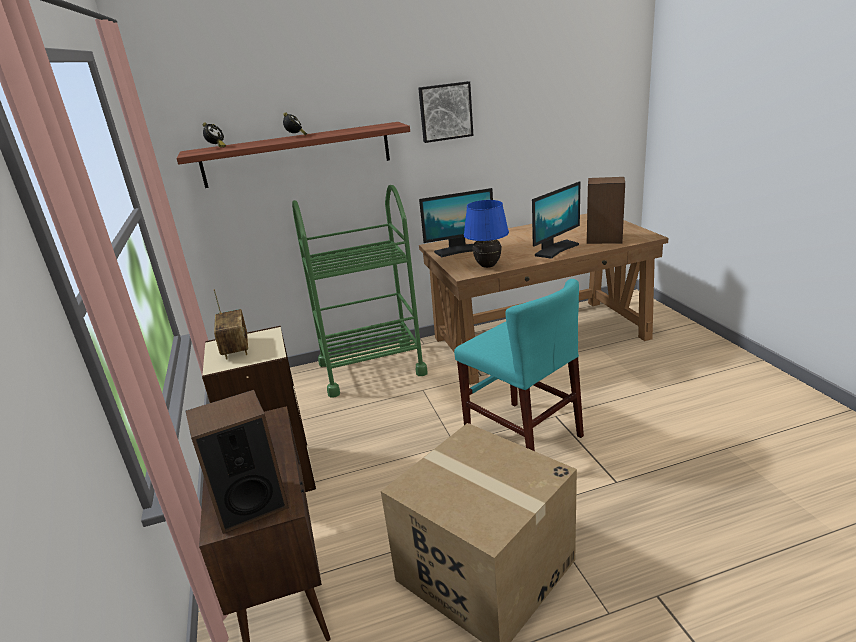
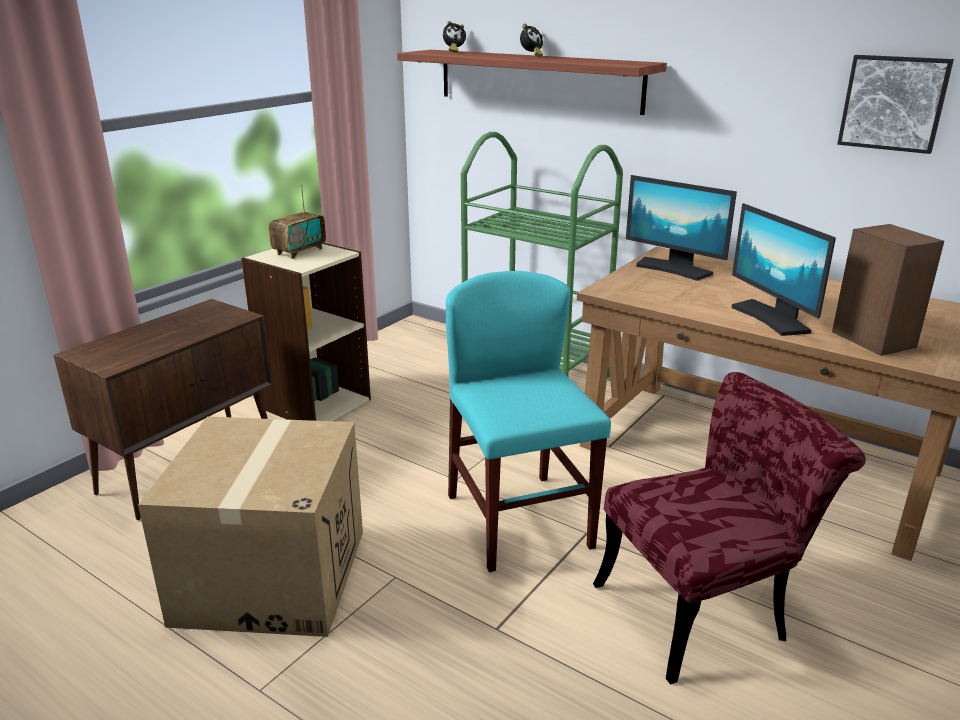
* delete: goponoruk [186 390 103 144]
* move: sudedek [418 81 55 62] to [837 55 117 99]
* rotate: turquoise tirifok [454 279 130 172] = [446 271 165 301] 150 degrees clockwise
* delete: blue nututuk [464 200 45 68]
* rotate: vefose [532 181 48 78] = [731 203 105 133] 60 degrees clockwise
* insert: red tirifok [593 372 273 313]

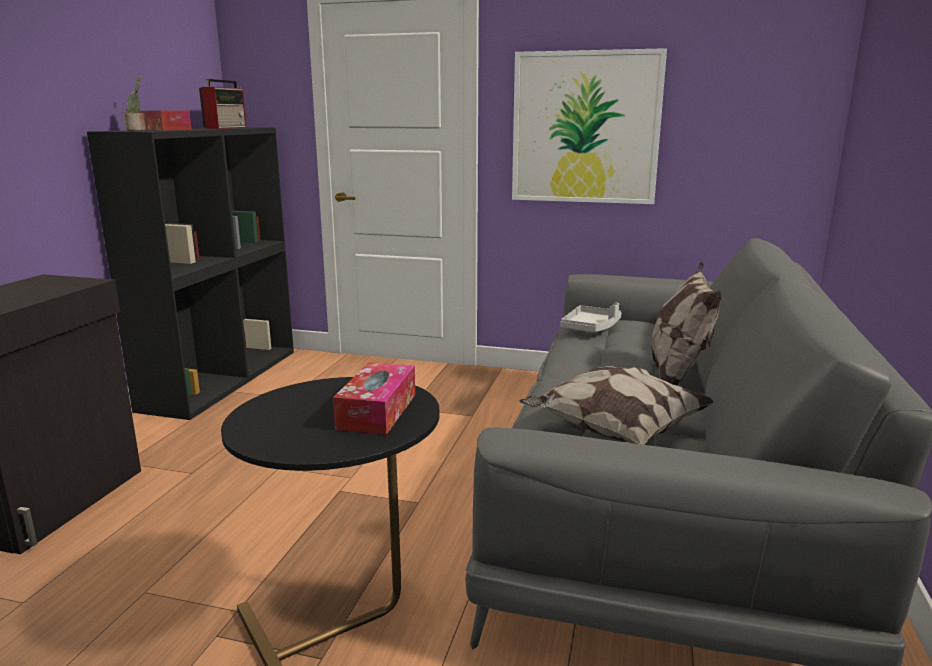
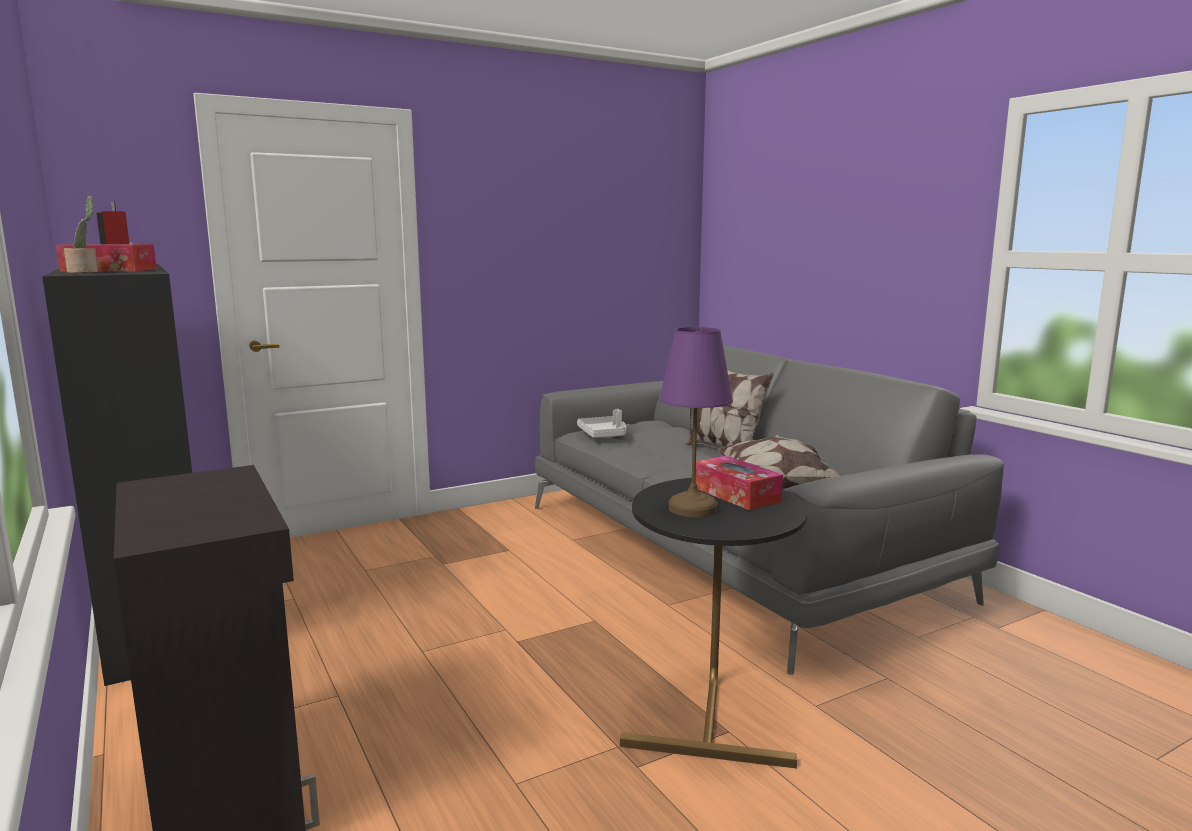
* delete: sudedek [512 48 155 156]
* insert: purple nututuk [659 327 74 190]

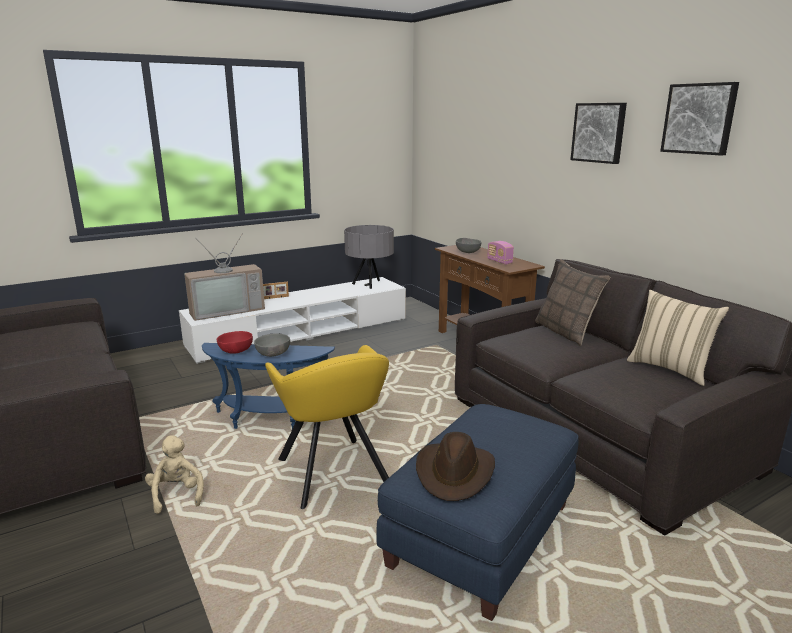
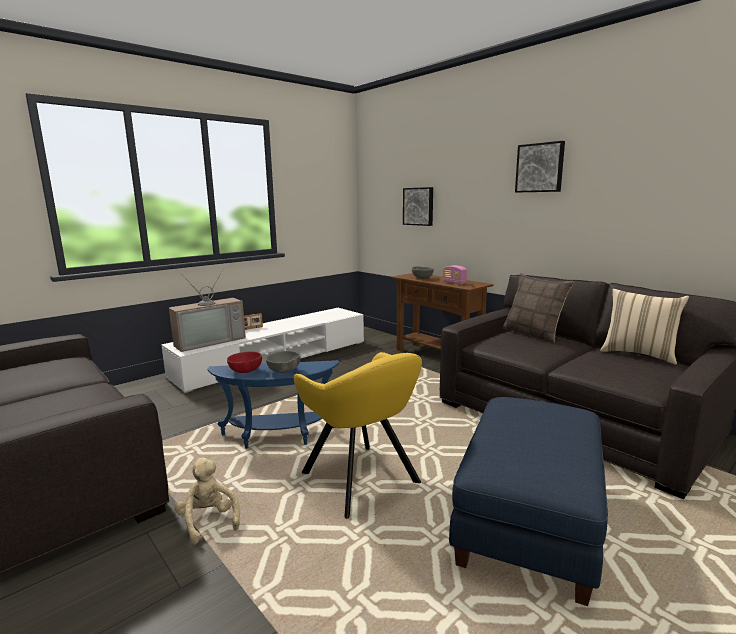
* delete: grey nututuk [344 225 50 64]
* delete: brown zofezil [416 432 79 69]
* move: sudedek [660 82 79 73] to [403 187 30 39]

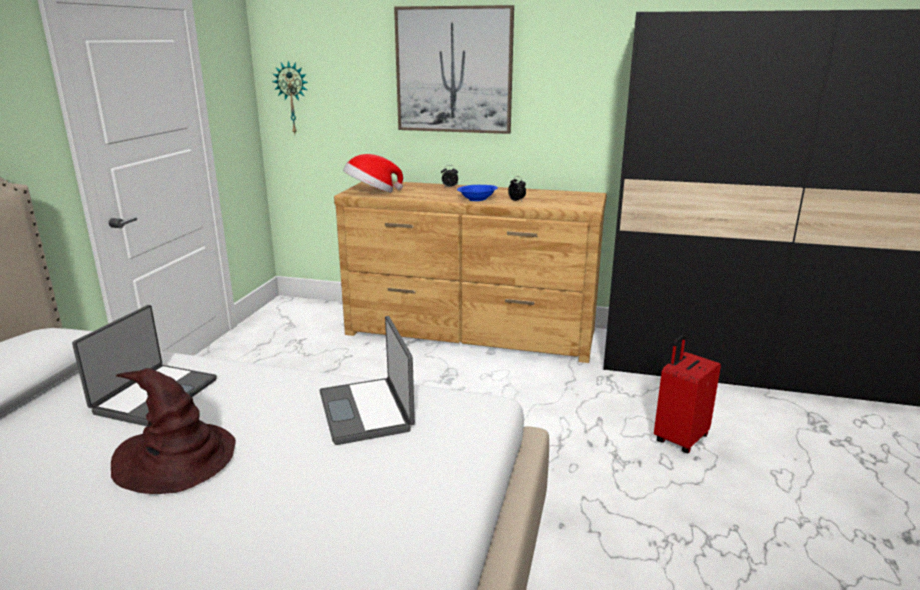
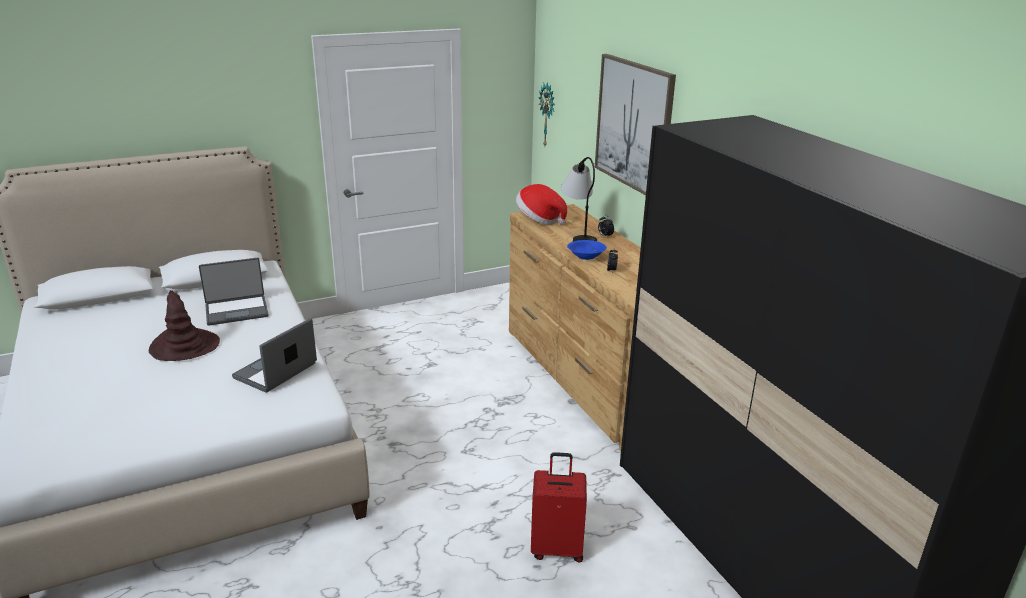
* insert: nututuk [561 157 36 85]

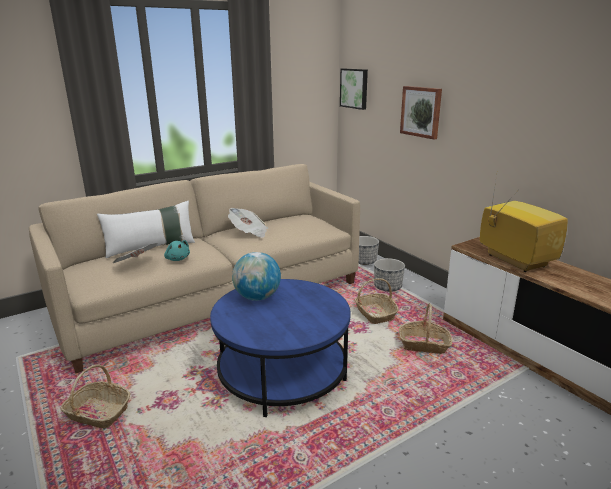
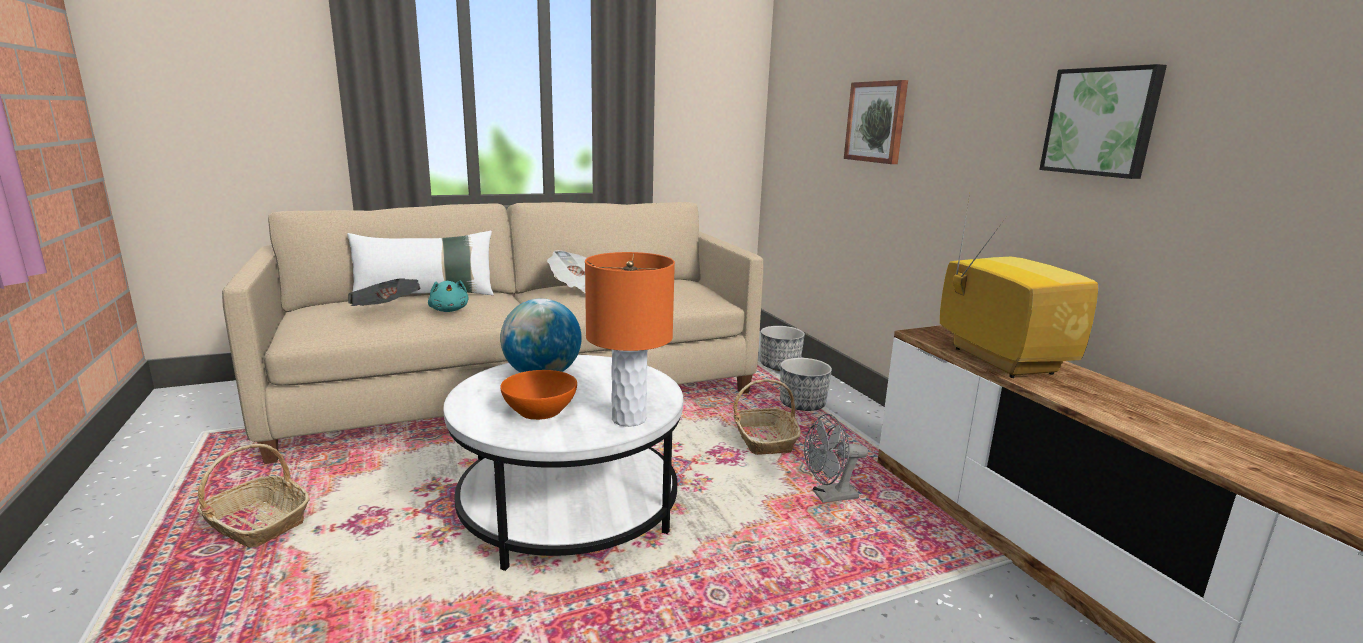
* recolor: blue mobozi [210 279 141 138] to white mobozi [443 355 240 216]
* move: sudedek [340 69 28 41] to [1039 64 128 115]
* replace: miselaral [399 304 53 50] to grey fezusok [804 414 64 89]
* insert: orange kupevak [500 370 77 50]
* insert: orange nututuk [585 252 90 175]

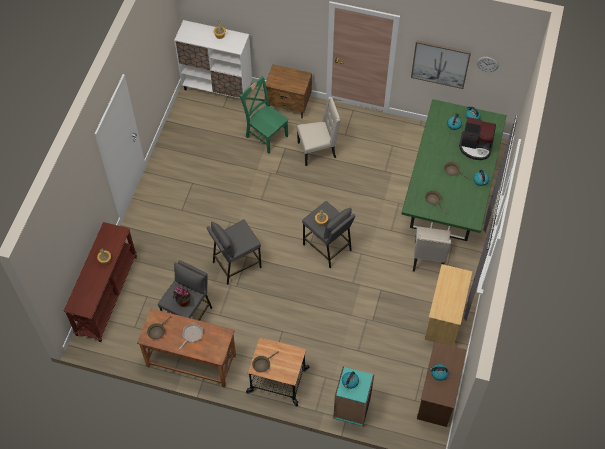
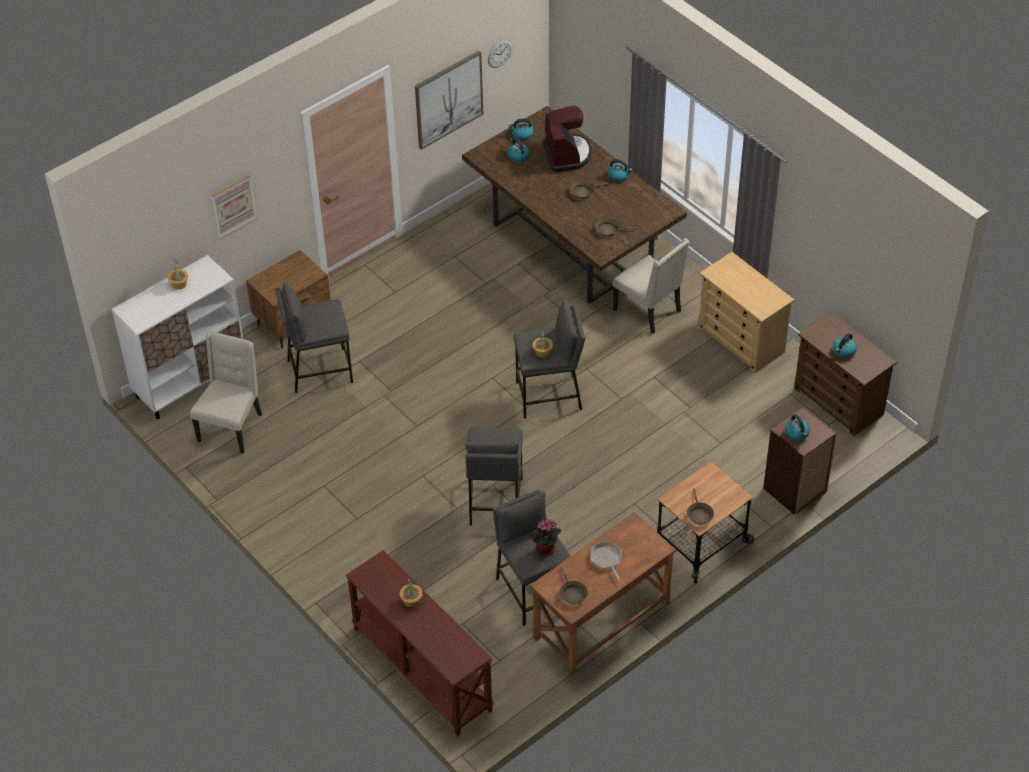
* replace: green tirifok [239 76 50 78] to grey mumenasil [275 282 78 111]
* move: beige tirifok [297 97 43 69] to [190 331 72 123]
* recolor: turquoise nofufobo [333 367 41 59] to brown nofufobo [763 407 74 108]
* recolor: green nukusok [401 99 106 142] to brown nukusok [462 106 225 198]
* rotate: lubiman [459 117 37 43] = [543 105 48 67] 60 degrees counterclockwise
* insert: sudedek [211 174 46 65]

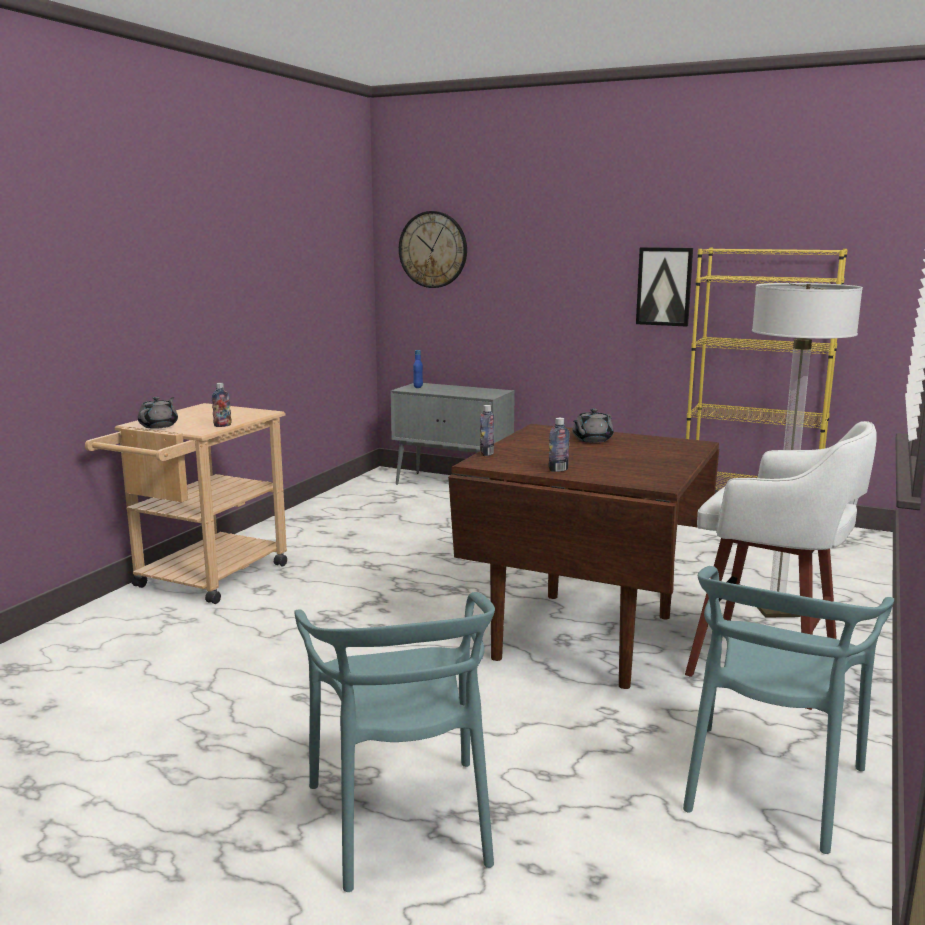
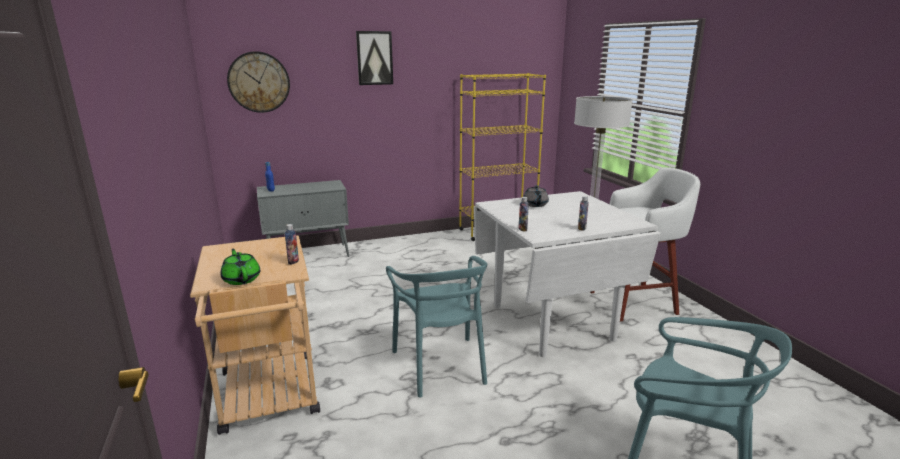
* recolor: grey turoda [138 397 40 32] to green turoda [220 249 40 36]
* recolor: brown nukusok [448 424 271 265] to white nukusok [474 191 187 166]
* move: sudedek [636 247 57 80] to [356 31 37 54]
* move: turquoise tirifok [683 566 211 288] to [386 256 101 141]

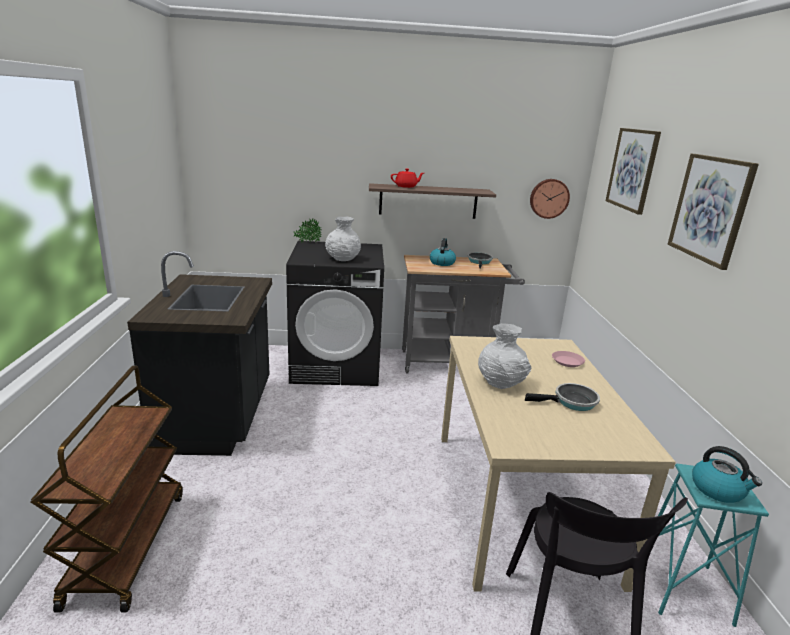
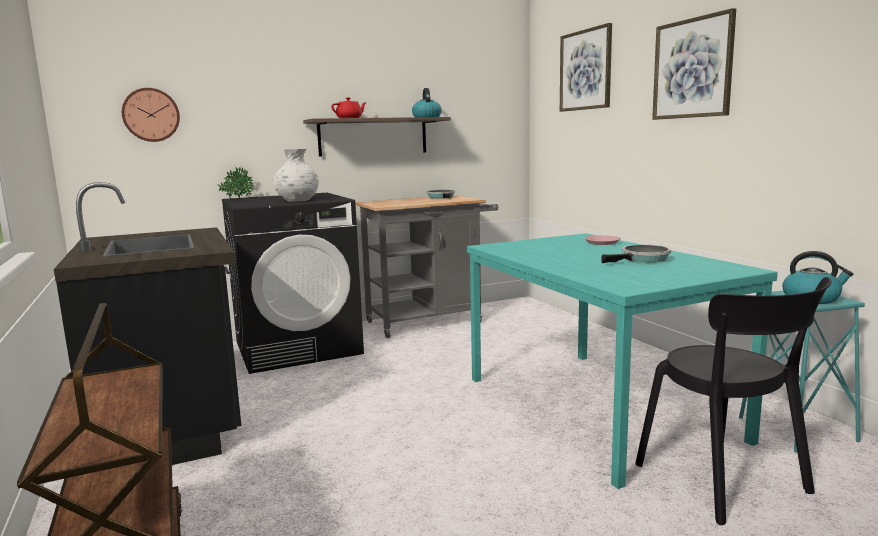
* move: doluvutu [430 238 26 28] to [412 88 30 29]
* recolor: beige nukusok [441 336 235 256] to turquoise nukusok [467 233 311 256]
* delete: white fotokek [478 323 53 66]
* move: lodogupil [530 179 40 40] to [122 88 58 54]

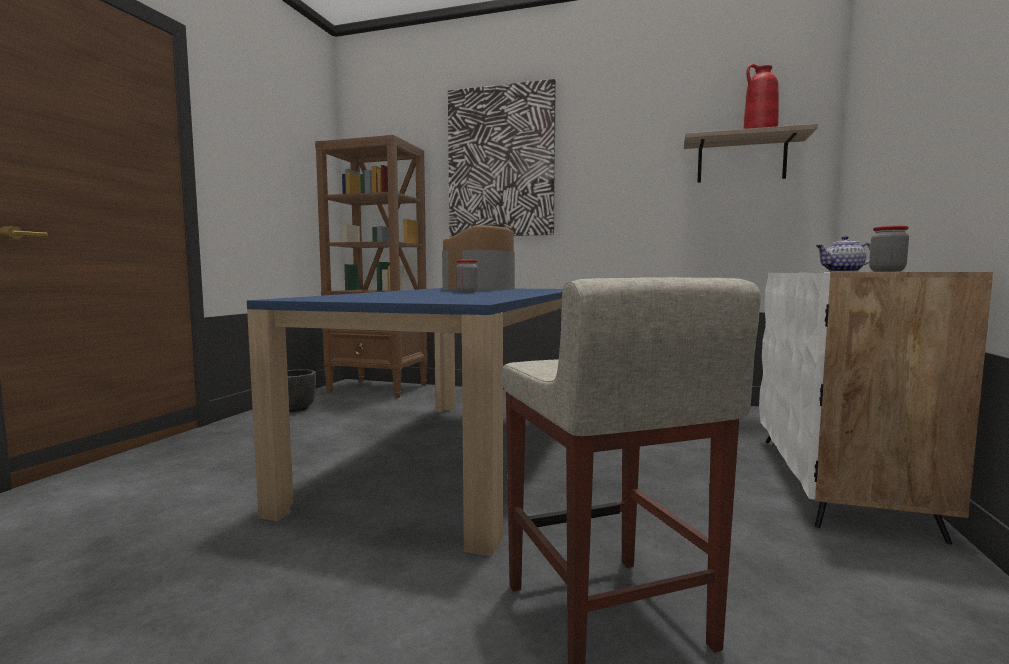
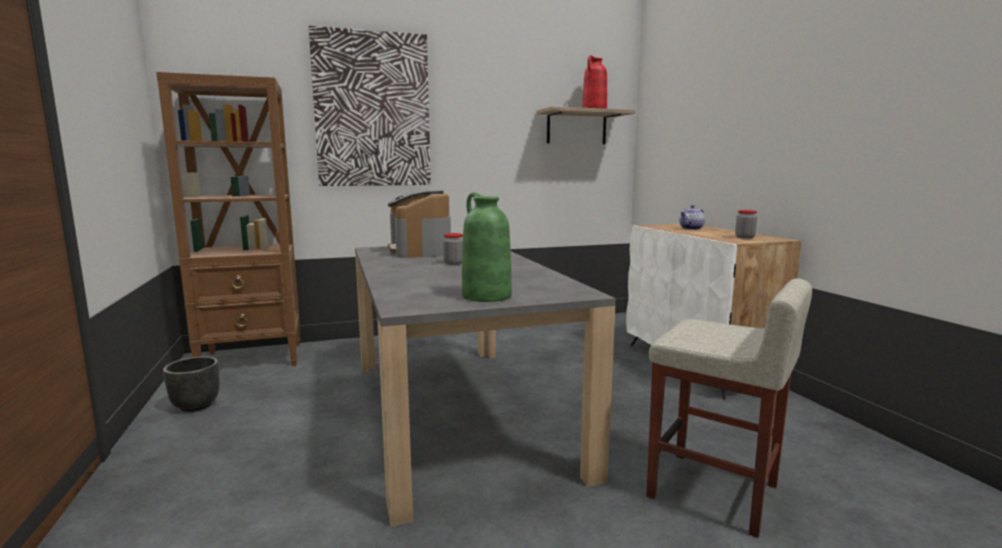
* recolor: blue nukusok [247 288 316 268] to grey nukusok [355 246 261 281]
* insert: green fotokek [462 192 50 110]

